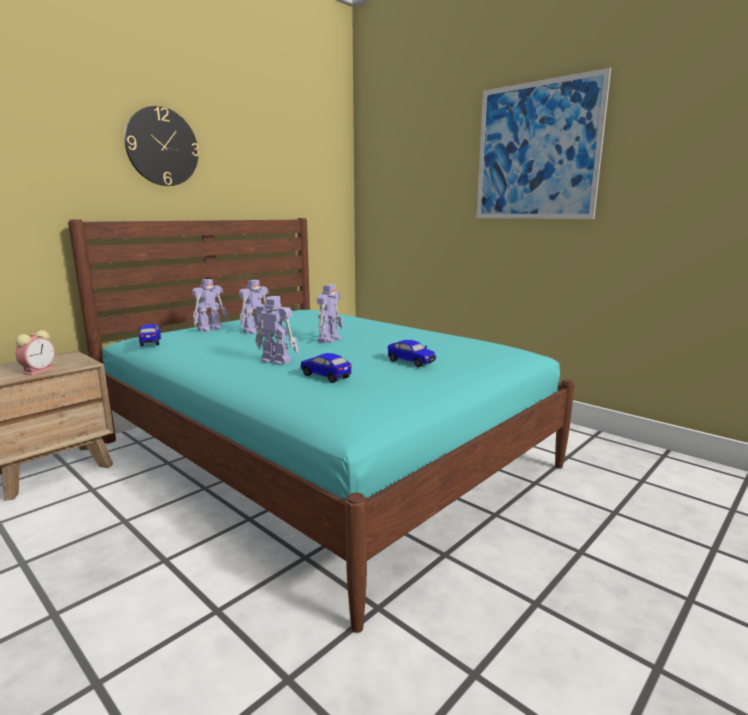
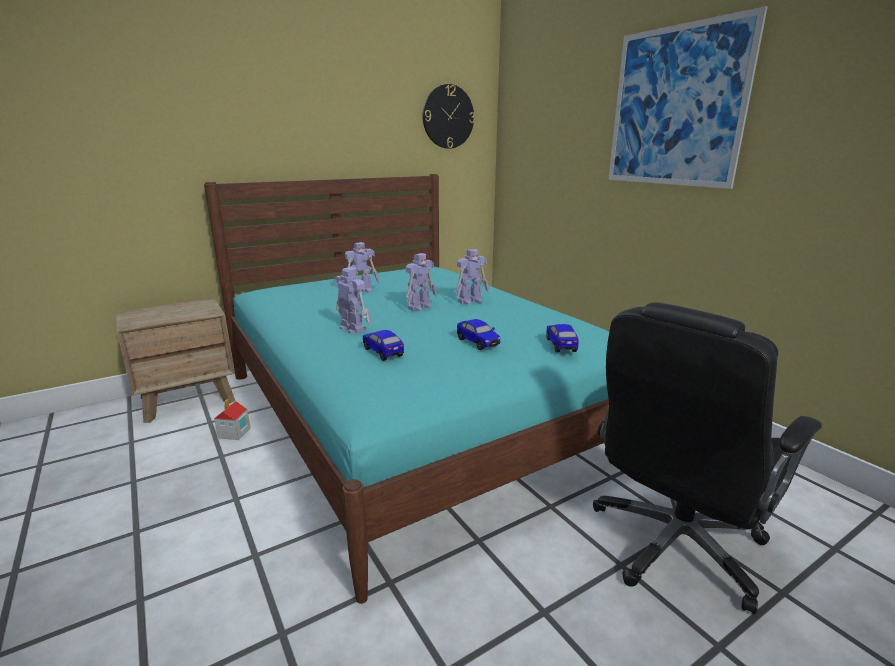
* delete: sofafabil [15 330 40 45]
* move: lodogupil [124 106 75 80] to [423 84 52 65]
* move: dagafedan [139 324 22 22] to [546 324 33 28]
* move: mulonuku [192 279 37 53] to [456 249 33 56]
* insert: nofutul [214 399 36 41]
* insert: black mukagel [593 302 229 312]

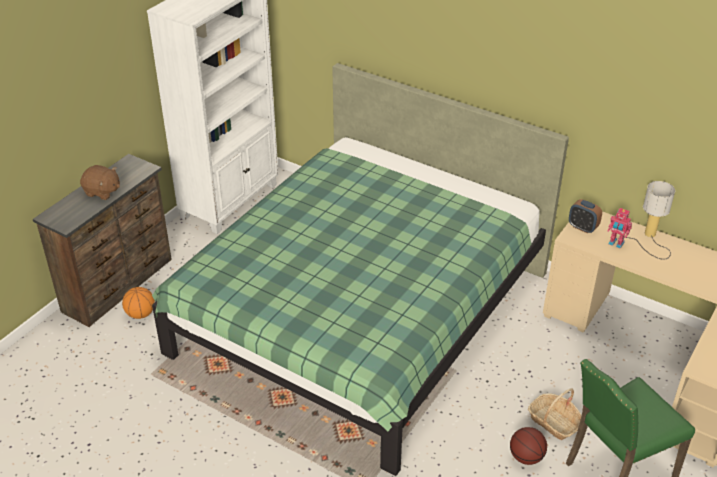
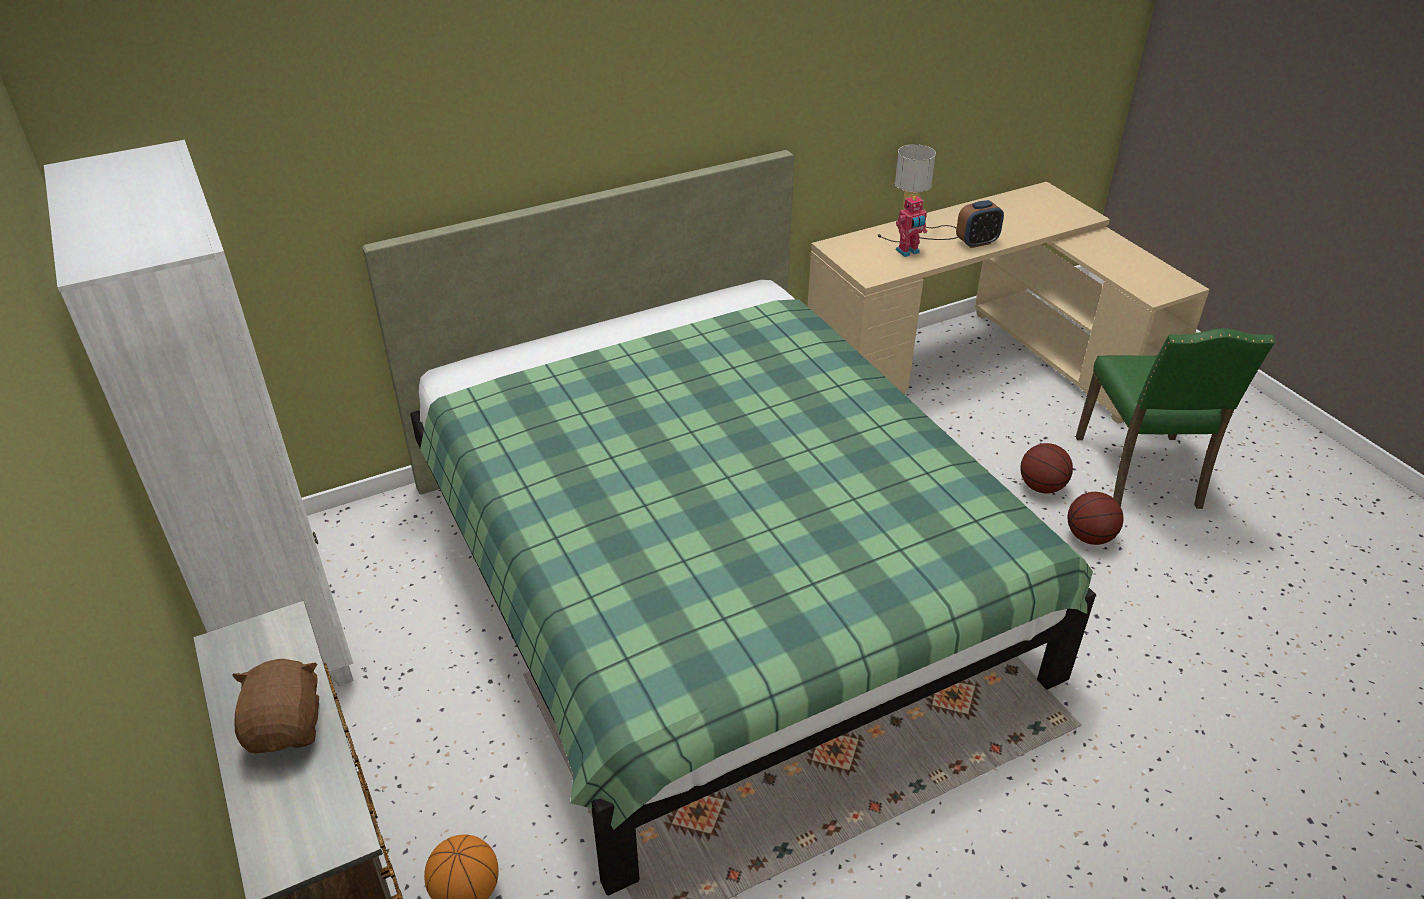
* rotate: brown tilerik [80 165 40 35] = [232 659 87 94] 60 degrees counterclockwise
* replace: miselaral [528 388 54 52] to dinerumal [1020 443 53 50]
* move: sofafabil [569 199 33 35] to [956 200 48 48]

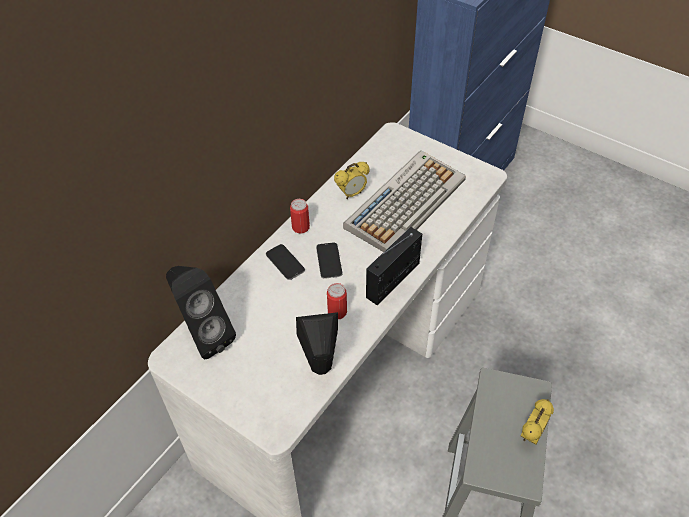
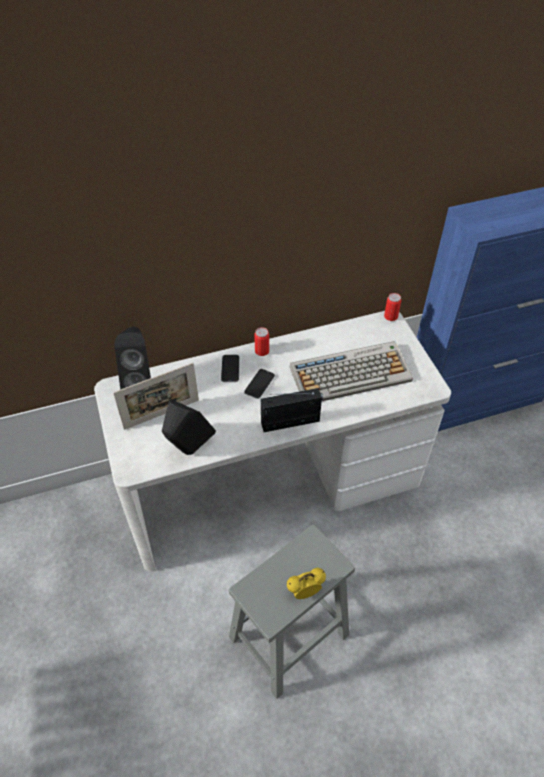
* move: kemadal [327 283 20 36] to [384 293 17 28]
* delete: sofafabil [334 162 36 37]
* insert: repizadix [113 363 86 67]

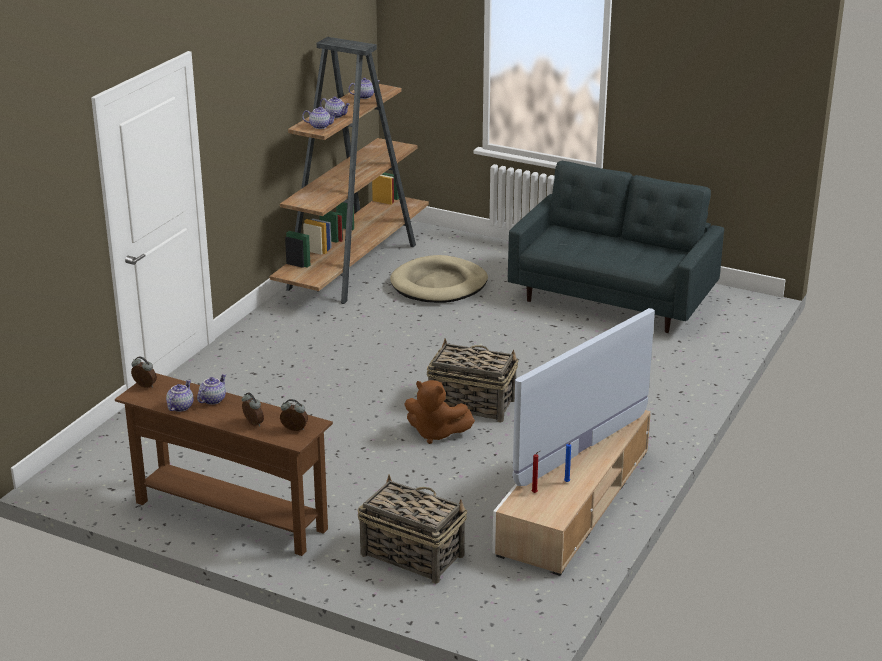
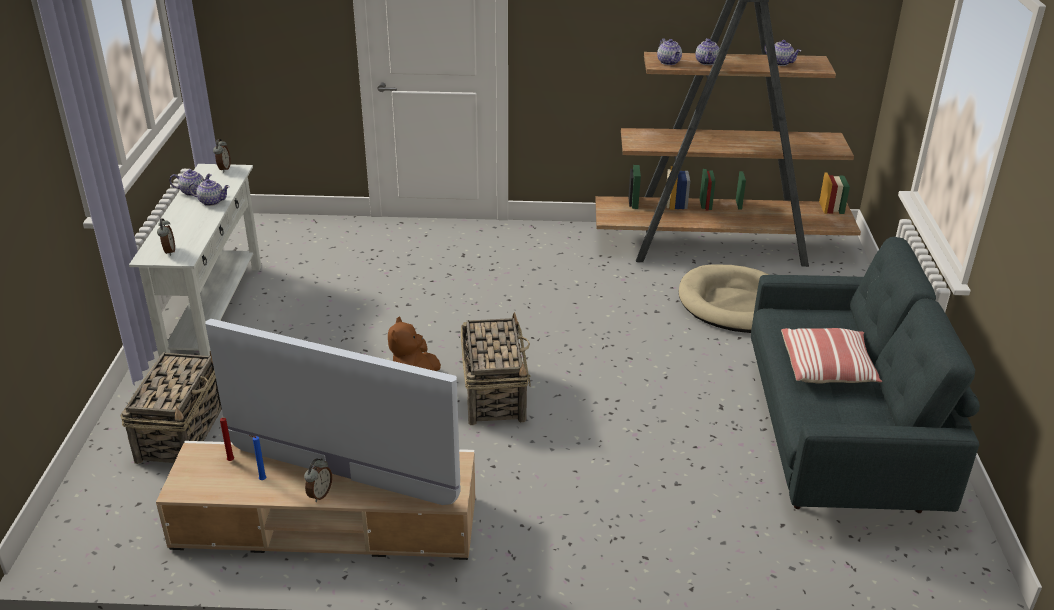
* recolor: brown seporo [115 373 218 183] to white seporo [129 164 132 192]
* move: sofafabil [242 392 22 35] to [304 458 28 44]
* insert: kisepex [781 328 101 56]

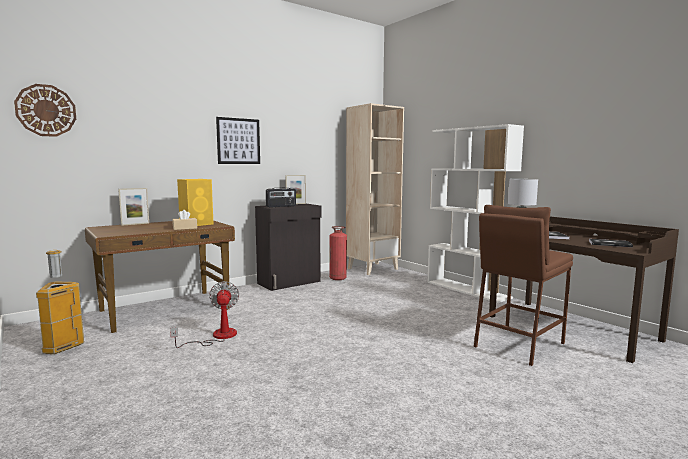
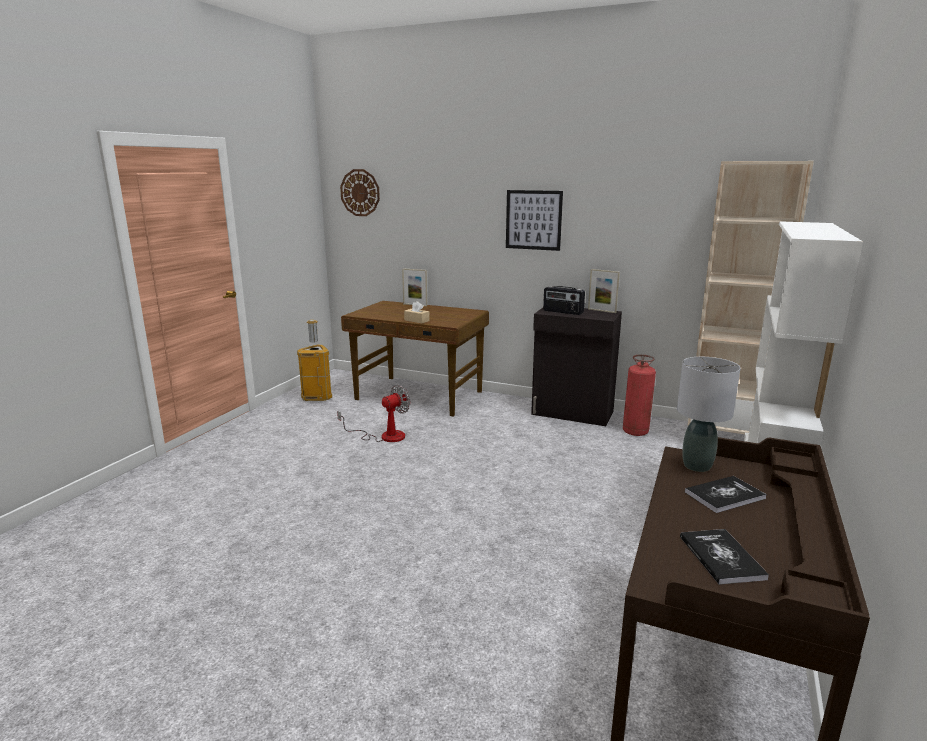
* delete: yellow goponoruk [177 179 37 47]
* delete: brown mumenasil [474 205 99 161]

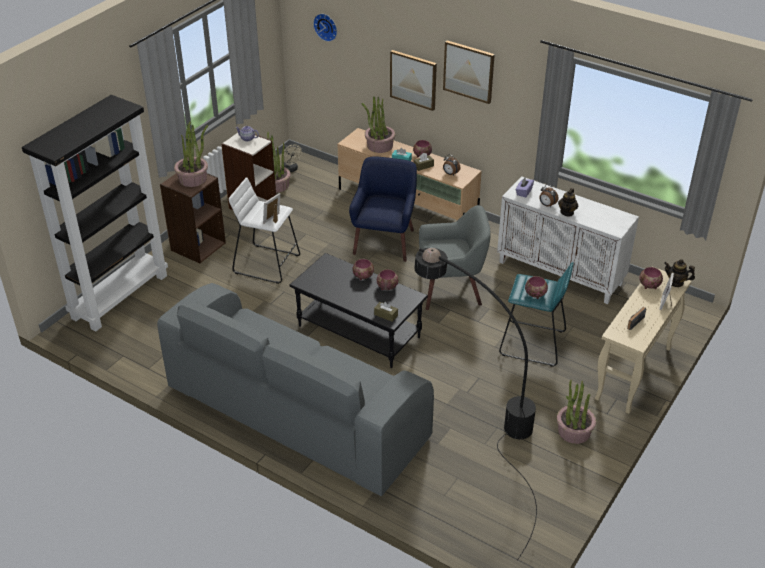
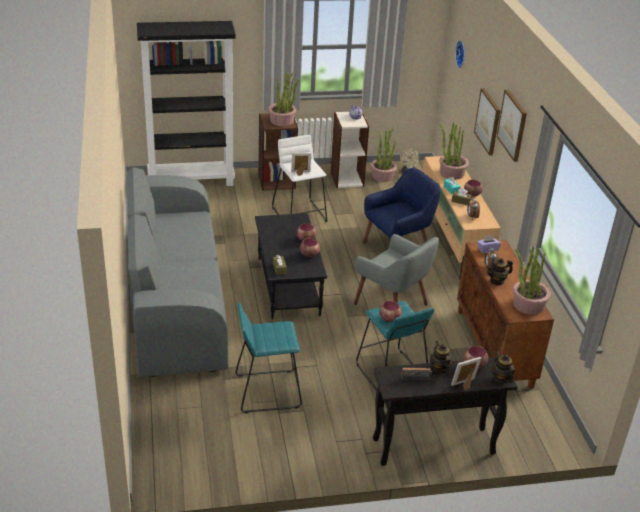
* replace: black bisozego [414 248 123 313] to turquoise mumenasil [235 302 67 111]
* recolor: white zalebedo [497 176 142 128] to brown zalebedo [457 240 97 149]
* move: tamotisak [557 380 39 64] to [513 246 38 69]
* recolor: beige seporo [595 268 96 146] to black seporo [373 357 144 109]
* insert: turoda [430 341 23 33]

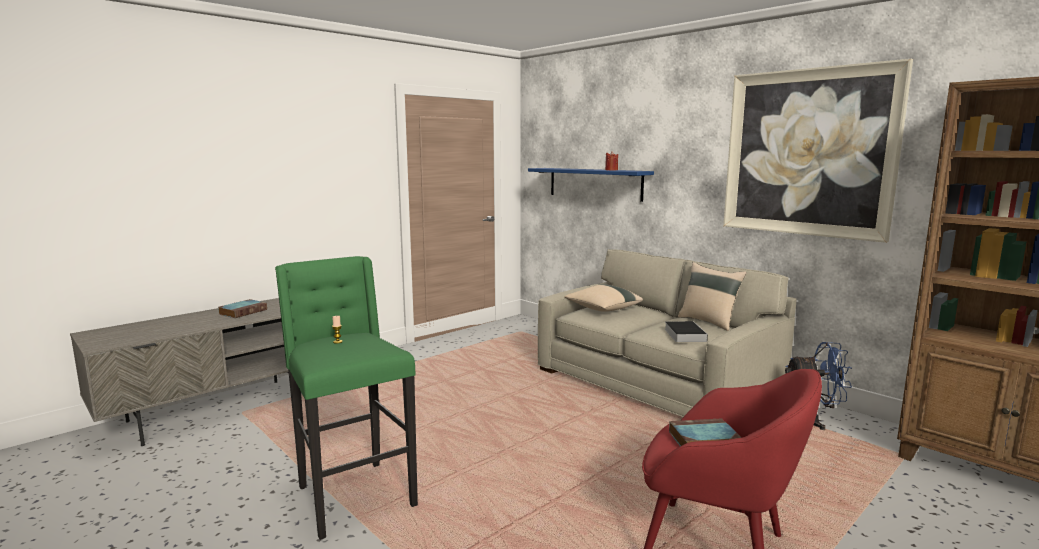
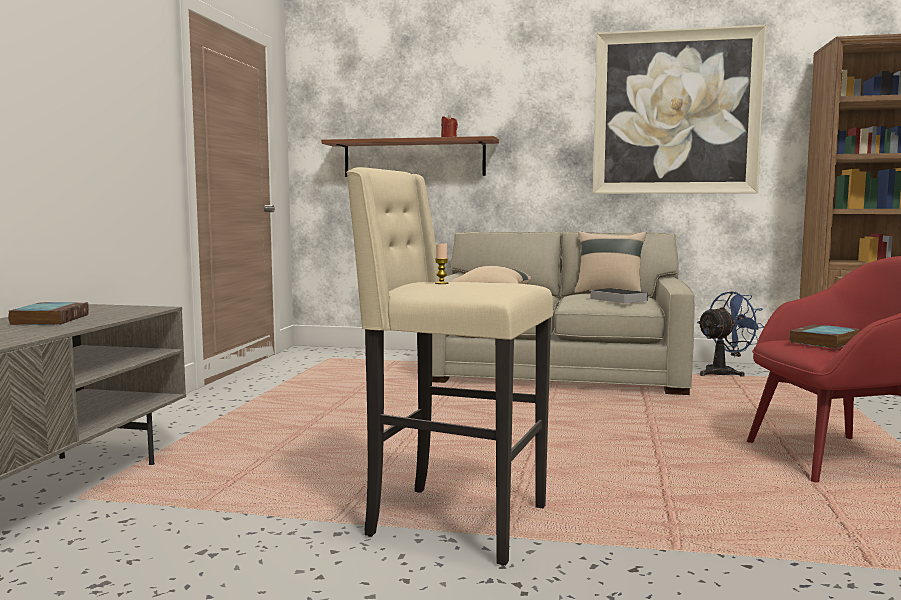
* recolor: green mumenasil [275 256 143 284] to beige mumenasil [346 167 207 399]
* recolor: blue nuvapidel [528 168 126 34] to brown nuvapidel [321 136 178 41]

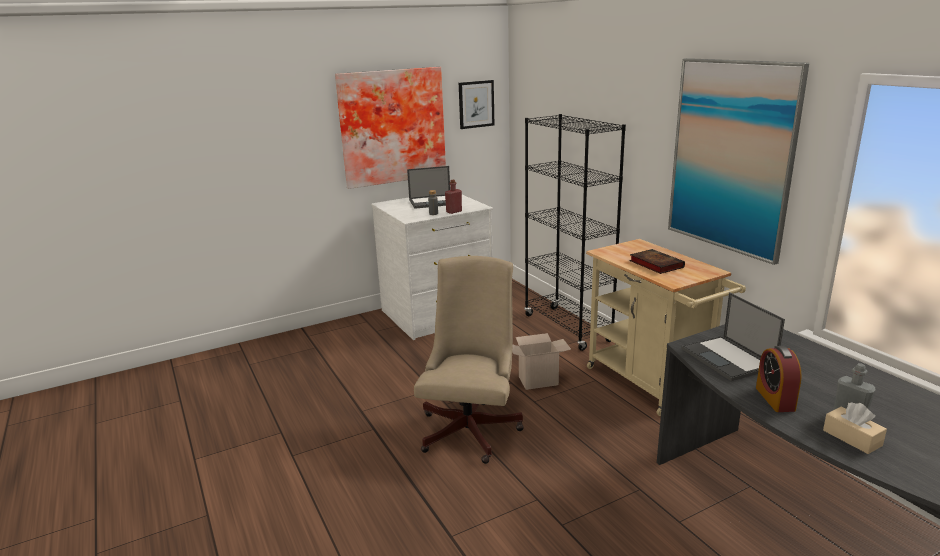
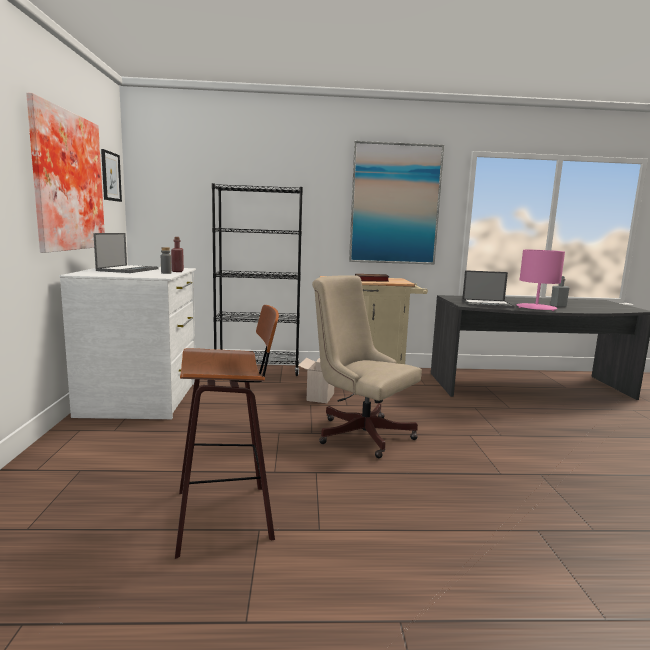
* replace: sofafabil [756 346 46 66] to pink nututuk [517 249 48 62]
* delete: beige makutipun [823 402 64 52]
* insert: mumenasil [175 305 104 254]

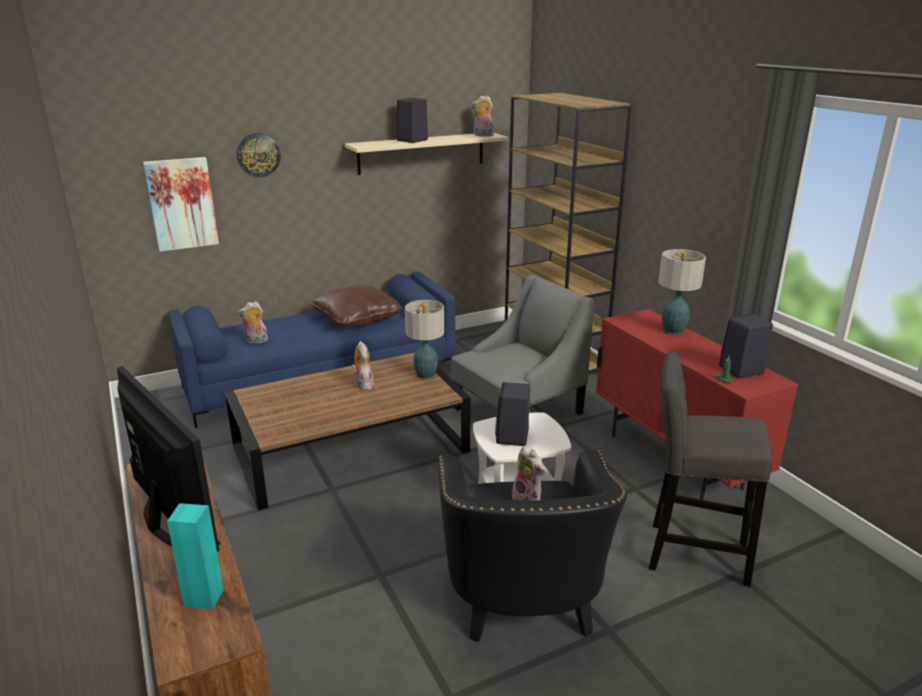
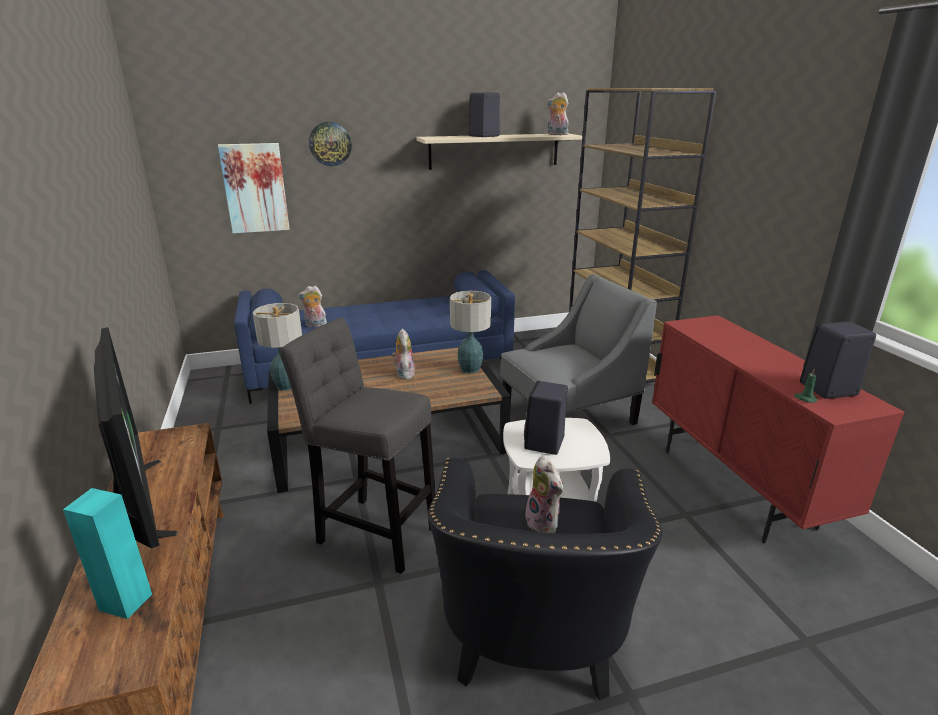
* delete: brown kisepex [311 285 91 42]
* move: grey mumenasil [649 351 123 236] to [279 317 156 257]
* move: nututuk [658 249 48 86] to [253 303 49 88]

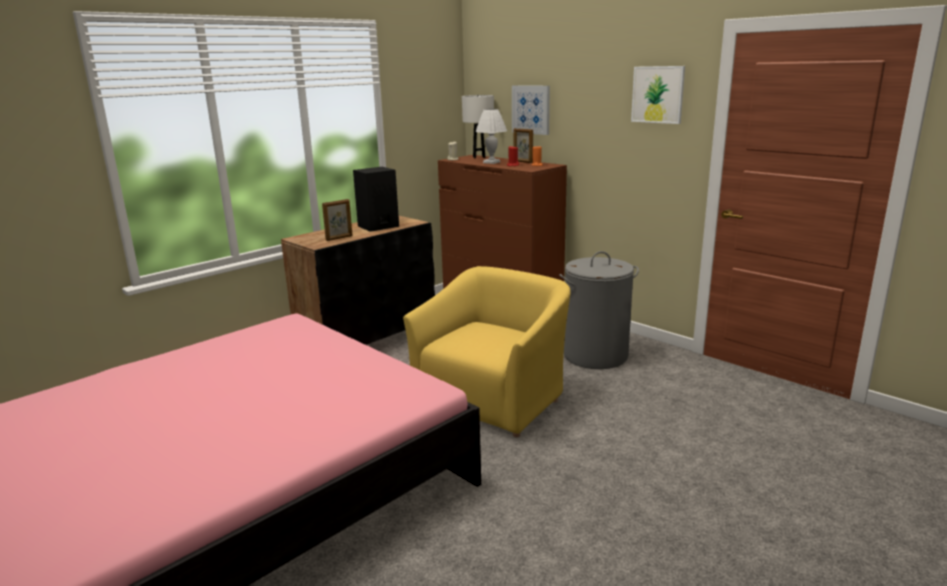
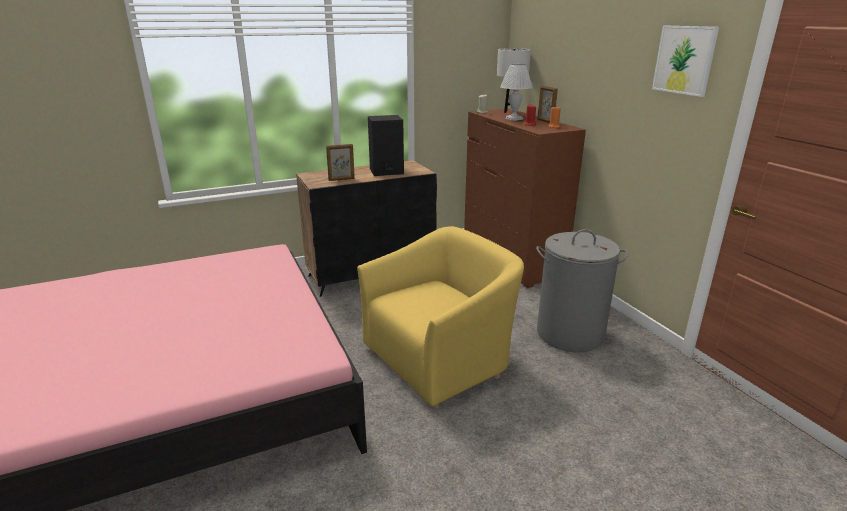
* delete: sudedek [512 85 38 50]

